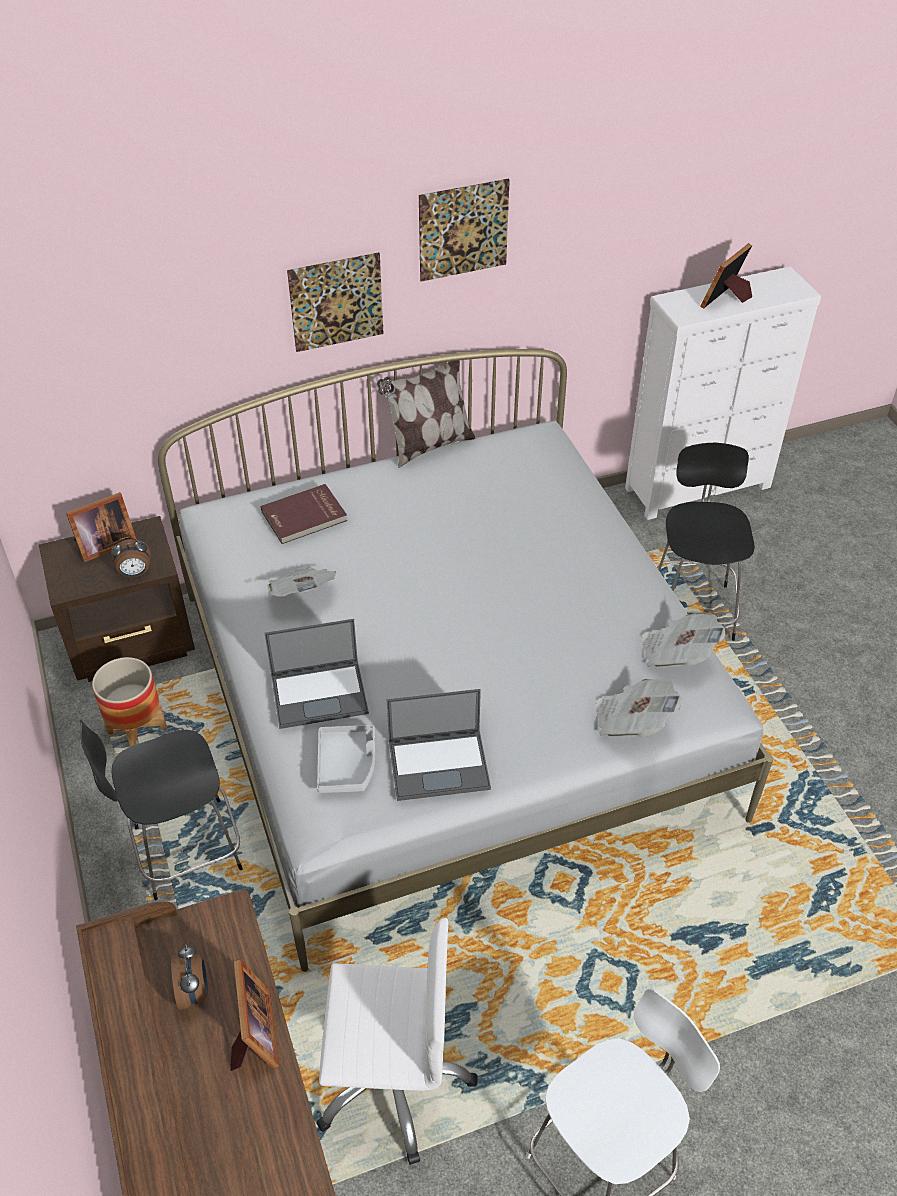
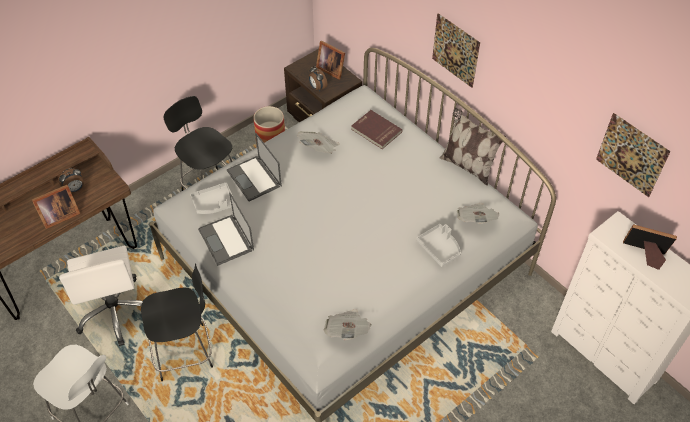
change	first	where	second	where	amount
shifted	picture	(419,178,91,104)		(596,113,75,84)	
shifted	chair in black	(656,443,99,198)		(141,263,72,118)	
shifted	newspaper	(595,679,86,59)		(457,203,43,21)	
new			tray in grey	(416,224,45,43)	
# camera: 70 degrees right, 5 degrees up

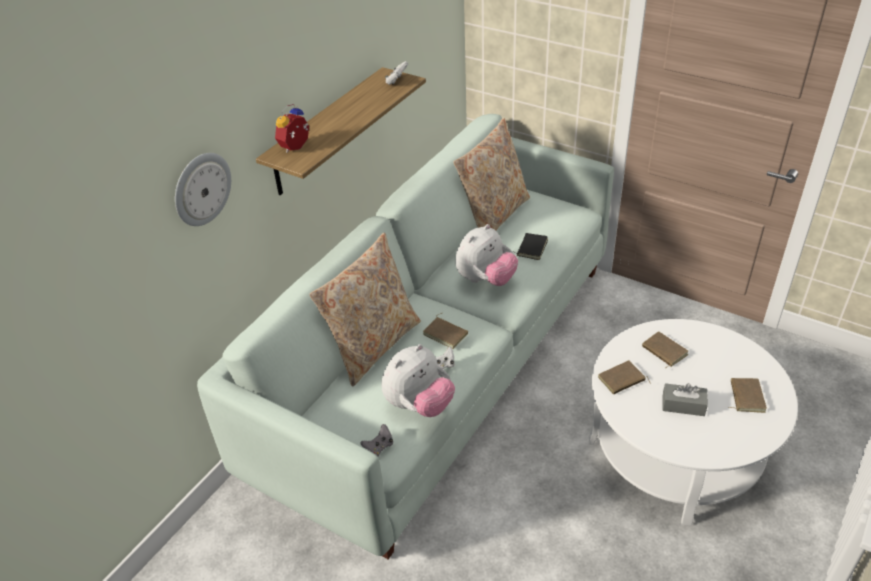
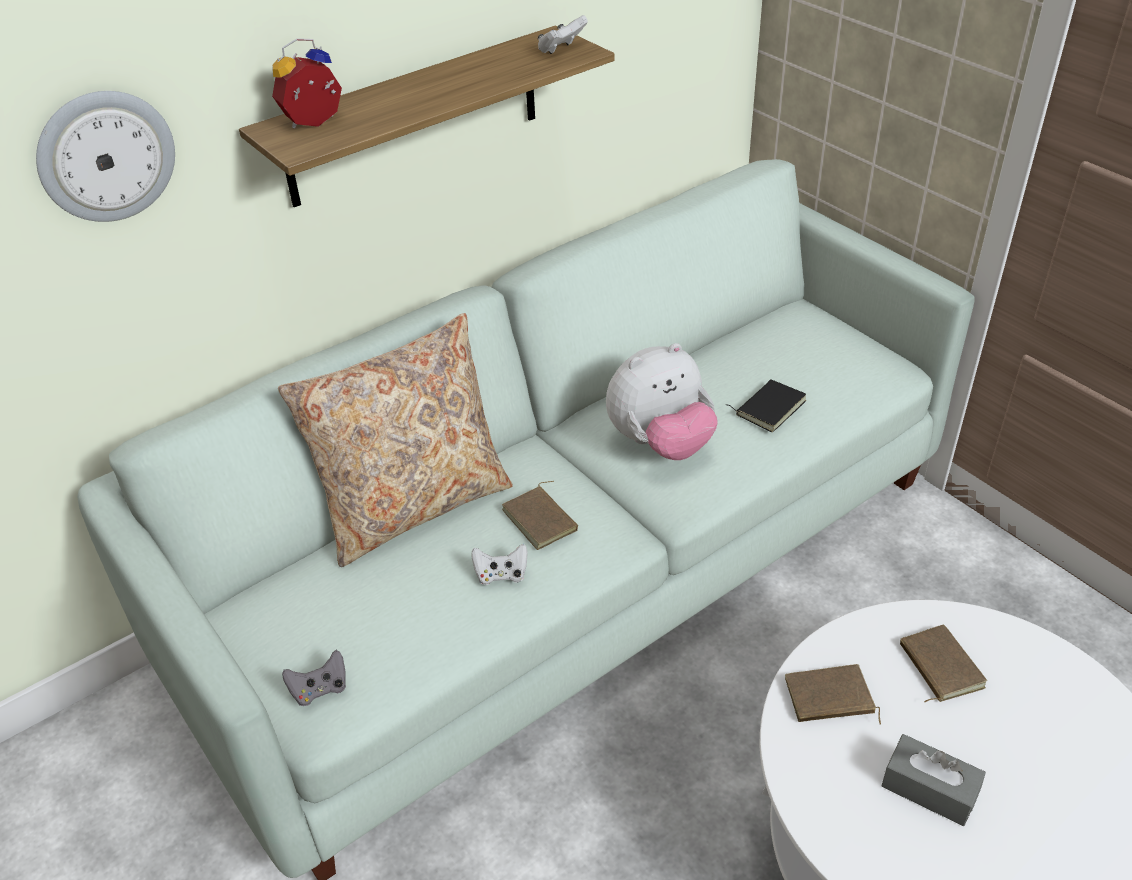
change	first	where	second	where	amount
gone	pillow in beige	(453,118,77,113)			
gone	plush toy	(381,344,74,73)			
gone	book in brown	(728,378,39,35)			
# camera: 20 degrees right, 0 degrees up

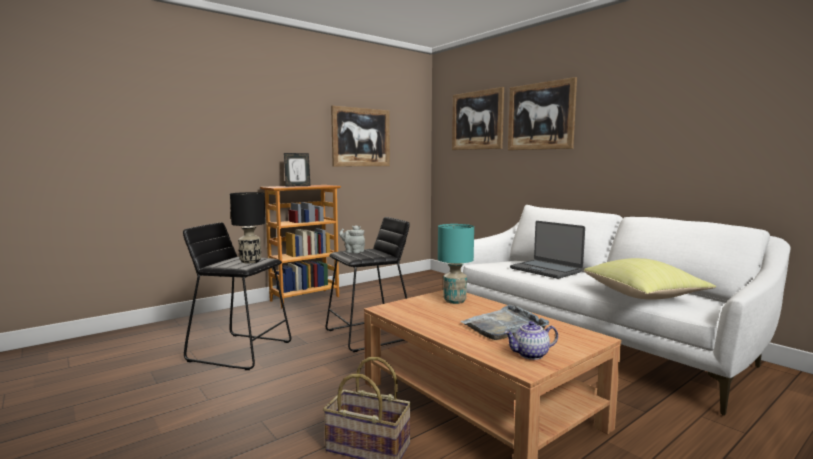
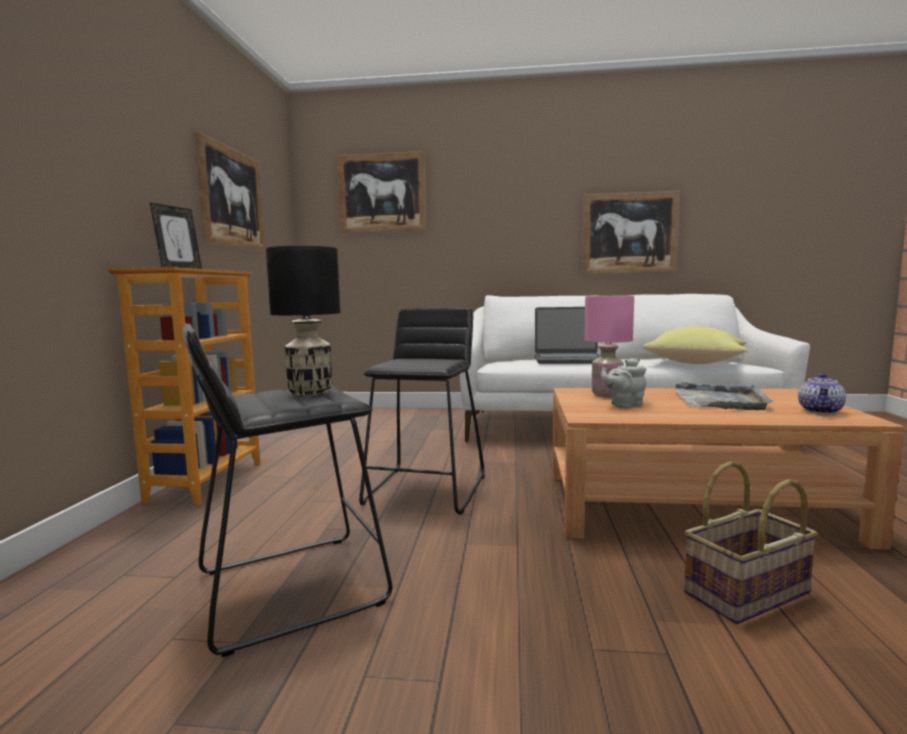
change	first	where	second	where	amount
shifted	picture	(508,77,69,73)		(582,191,98,83)	
repainted	table lamp in turquoise	(438,224,36,80)	table lamp in pink	(584,296,50,102)	
shifted	teapot in grey	(339,225,26,28)		(601,358,45,50)	
# camera: 45 degrees left, 0 degrees up

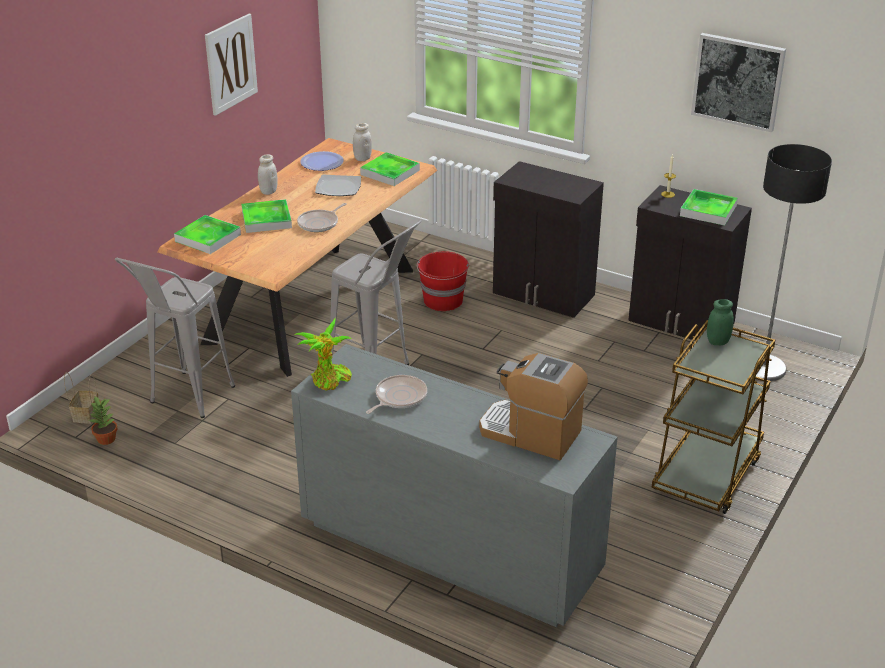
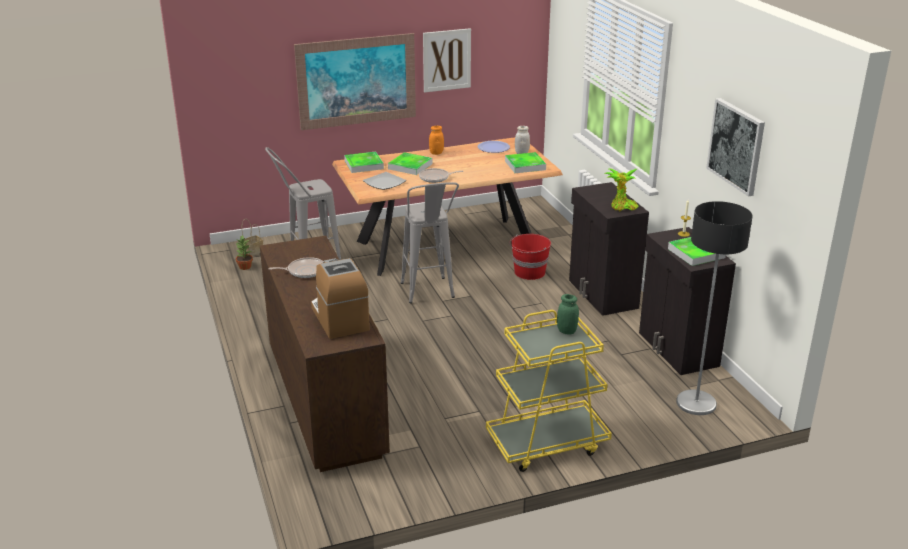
change	first	where	second	where	amount
repainted	jar in white	(258,154,20,41)	jar in orange	(429,126,15,29)	
shifted	plate	(315,174,46,22)		(363,172,43,18)	
shifted	potted plant	(294,318,58,73)		(604,168,35,43)	
repainted	cart in brown	(651,320,124,194)	cart in yellow	(486,310,126,162)	
repainted	dresser in grey	(291,344,327,283)	dresser in brown	(260,236,130,236)	
new			picture	(294,33,122,97)	
# camera: 40 degrees right, 5 degrees down

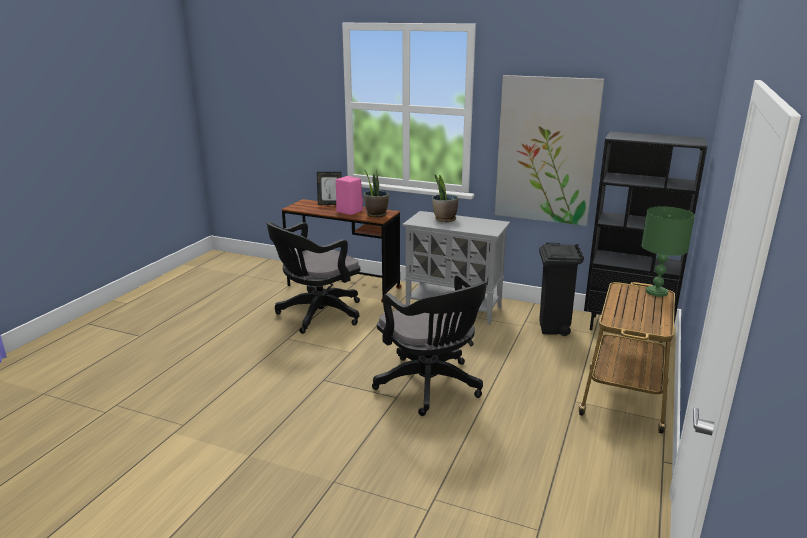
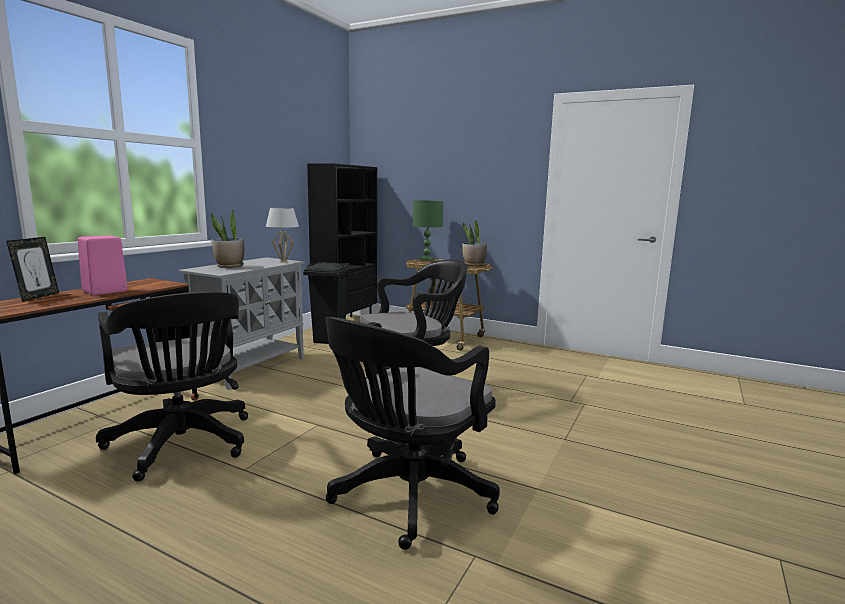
change	first	where	second	where	amount
gone	picture	(495,75,109,151)			
shifted	potted plant	(364,170,25,48)		(462,220,25,46)	
new			table lamp in white	(266,208,33,54)	
new			office chair in black	(326,317,174,233)	
# camera: 85 degrees left, 10 degrees down

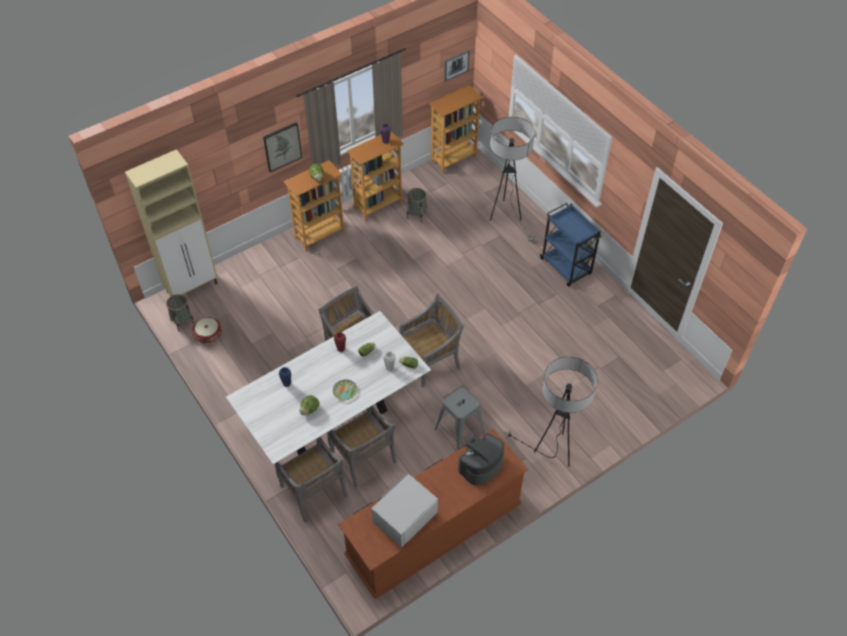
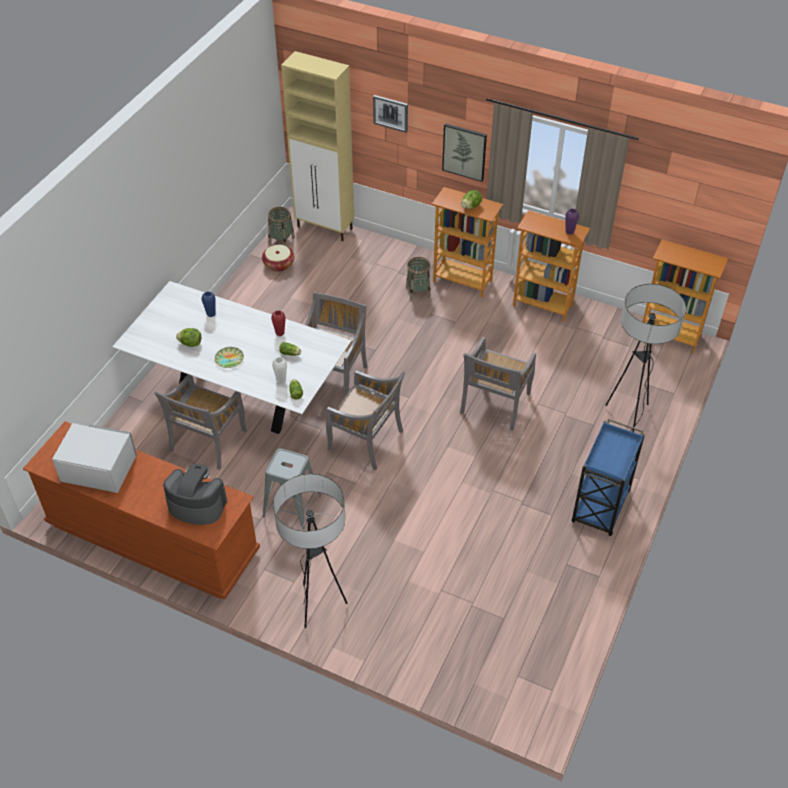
change	first	where	second	where	amount
shifted	picture	(444,50,26,32)		(373,95,35,38)	
shifted	basket	(407,188,20,35)		(406,257,25,43)	
shifted	chair in grey	(275,437,73,86)		(460,337,76,94)	
# camera: 60 degrees right, 5 degrees down

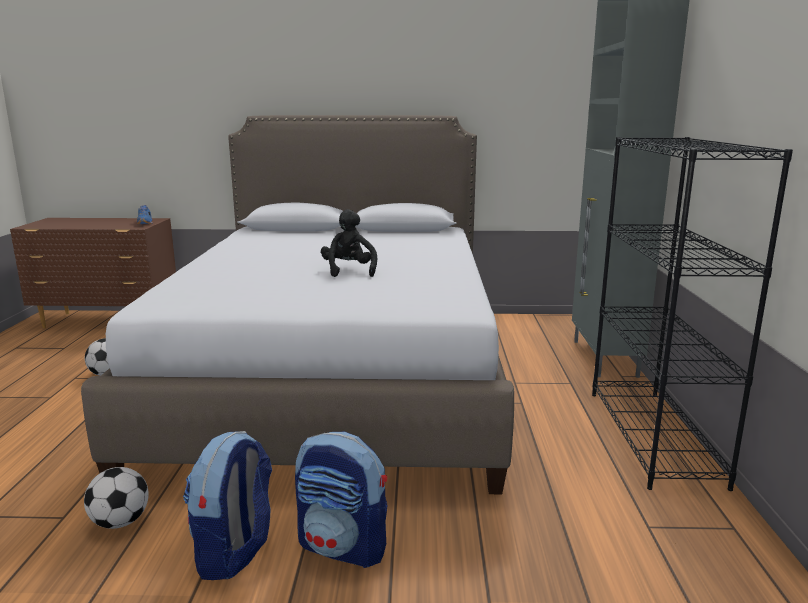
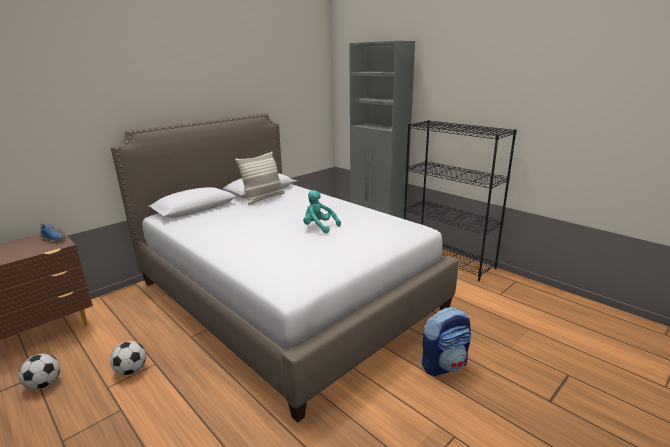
change	first	where	second	where	amount
repainted	plush toy in black	(321,209,56,68)	plush toy in turquoise	(303,190,38,43)	
gone	backpack	(183,431,89,149)			
shifted	football	(84,467,65,62)		(19,354,41,35)	
new			pillow	(235,152,50,54)	
# camera: 45 degrees left, 5 degrees up

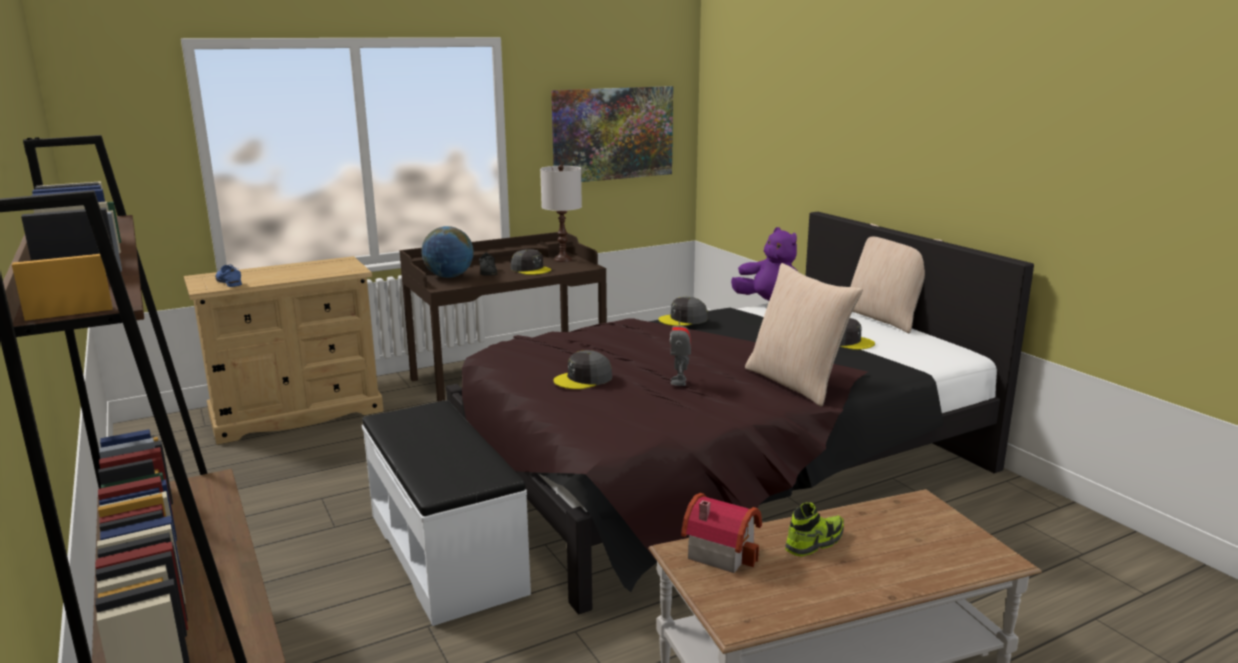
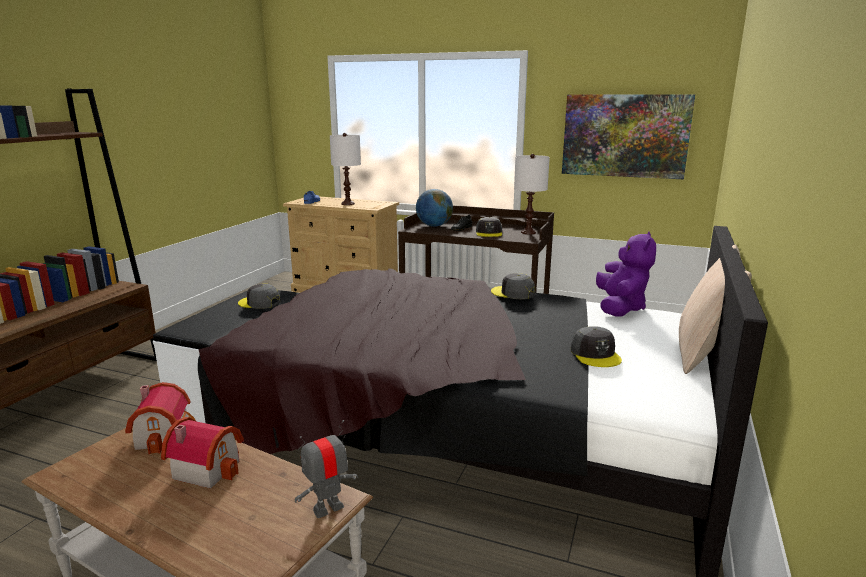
change	first	where	second	where	amount
gone	pillow in beige	(745,263,118,144)			
shifted	toy robot	(670,311,21,75)		(294,420,64,98)	
shifted	cap in grey	(553,350,59,39)		(238,284,43,25)	
swapped	shoe	(785,503,59,54)	toy house	(161,417,83,72)	
new			table lamp in white	(330,133,31,72)	
# camera: 50 degrees right, 0 degrees up

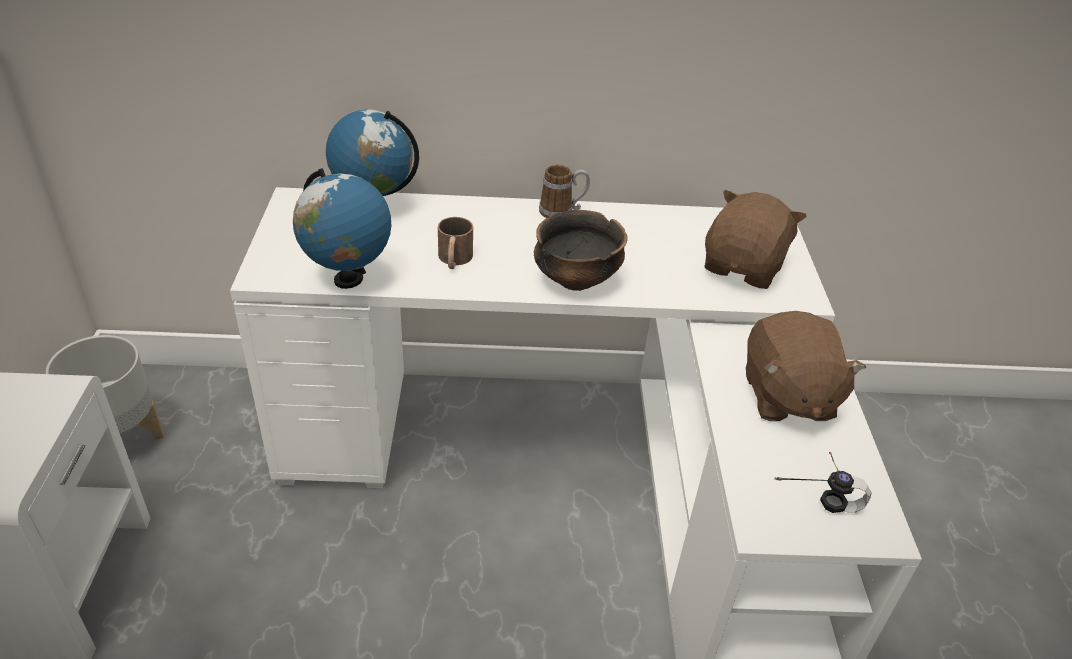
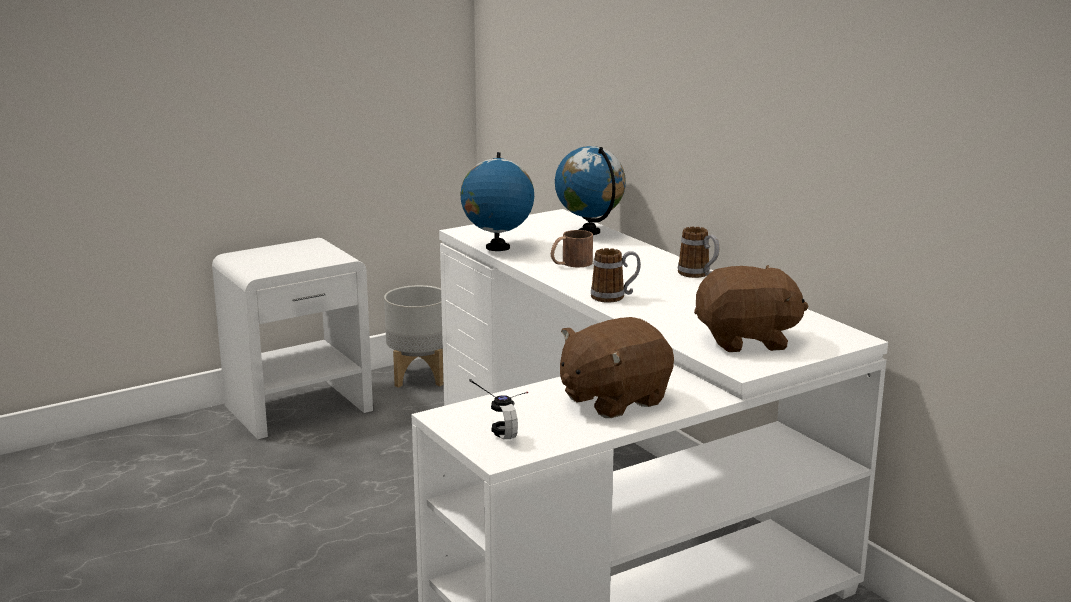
change	first	where	second	where	amount
swapped	bowl	(534,210,94,81)	mug	(591,248,50,55)	
# camera: 60 degrees right, 20 degrees down

